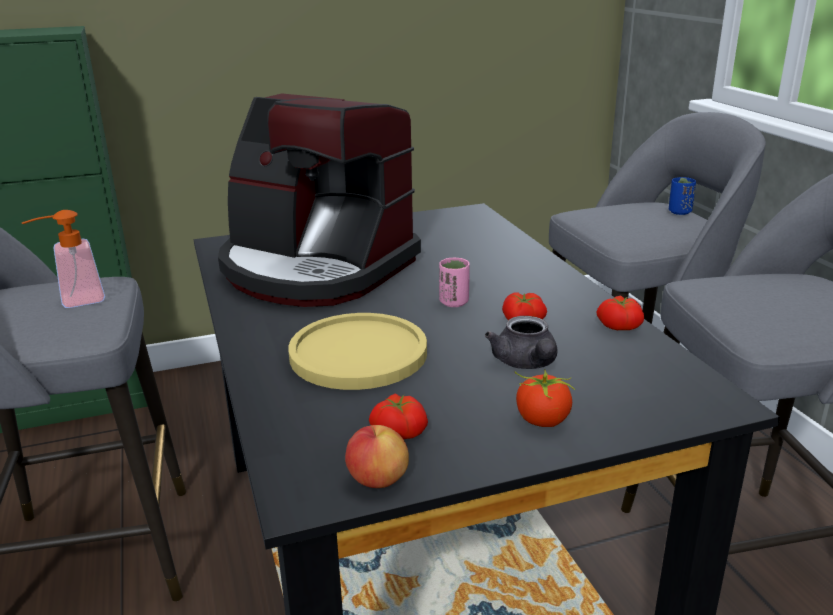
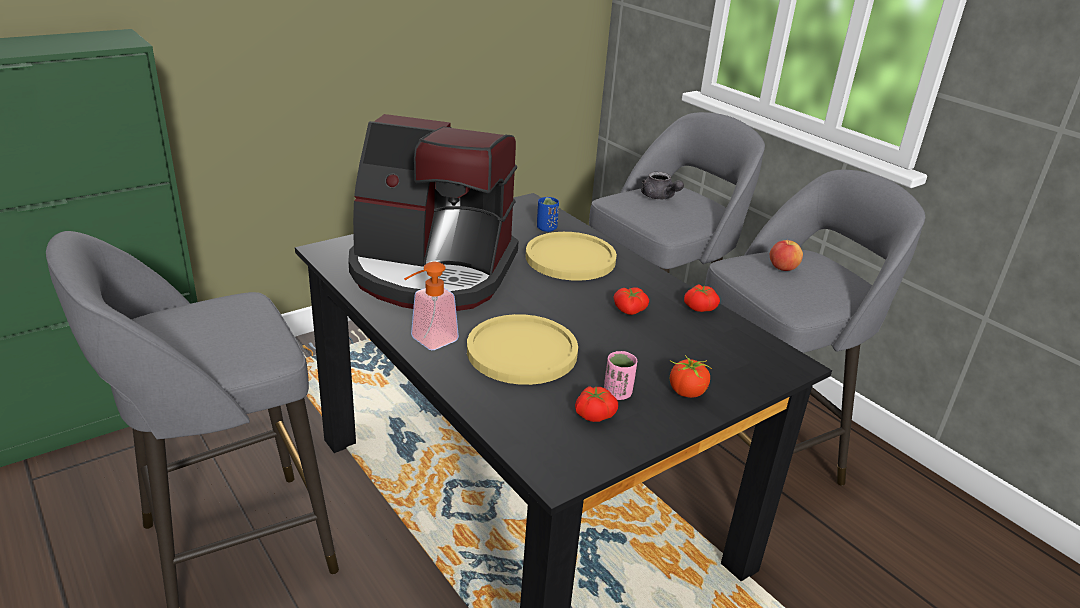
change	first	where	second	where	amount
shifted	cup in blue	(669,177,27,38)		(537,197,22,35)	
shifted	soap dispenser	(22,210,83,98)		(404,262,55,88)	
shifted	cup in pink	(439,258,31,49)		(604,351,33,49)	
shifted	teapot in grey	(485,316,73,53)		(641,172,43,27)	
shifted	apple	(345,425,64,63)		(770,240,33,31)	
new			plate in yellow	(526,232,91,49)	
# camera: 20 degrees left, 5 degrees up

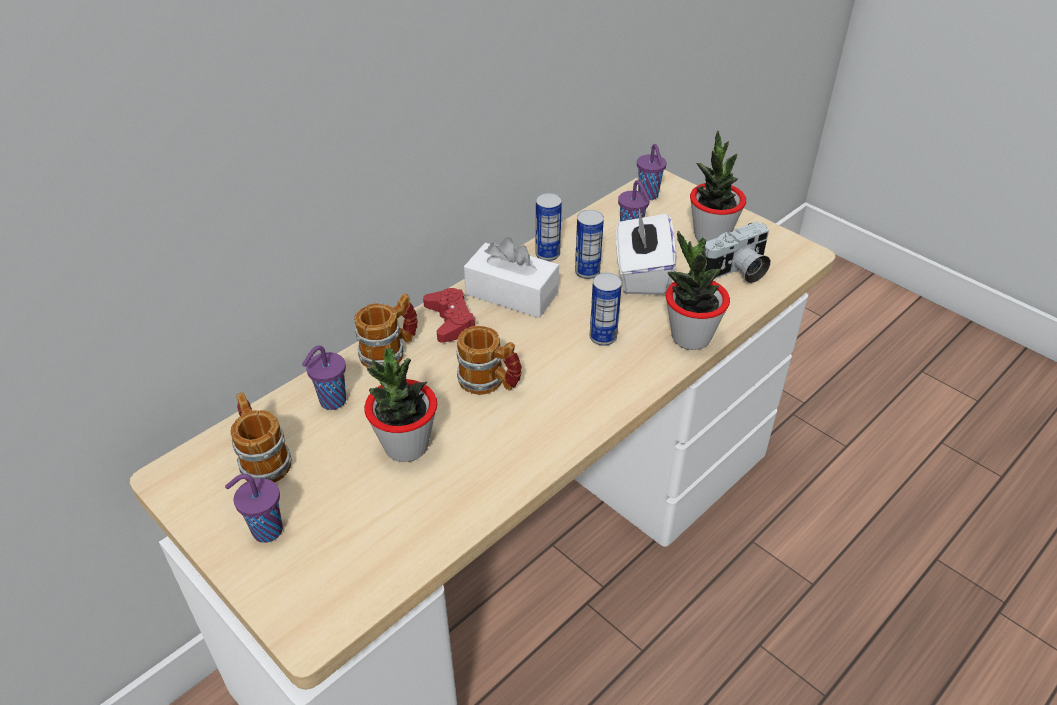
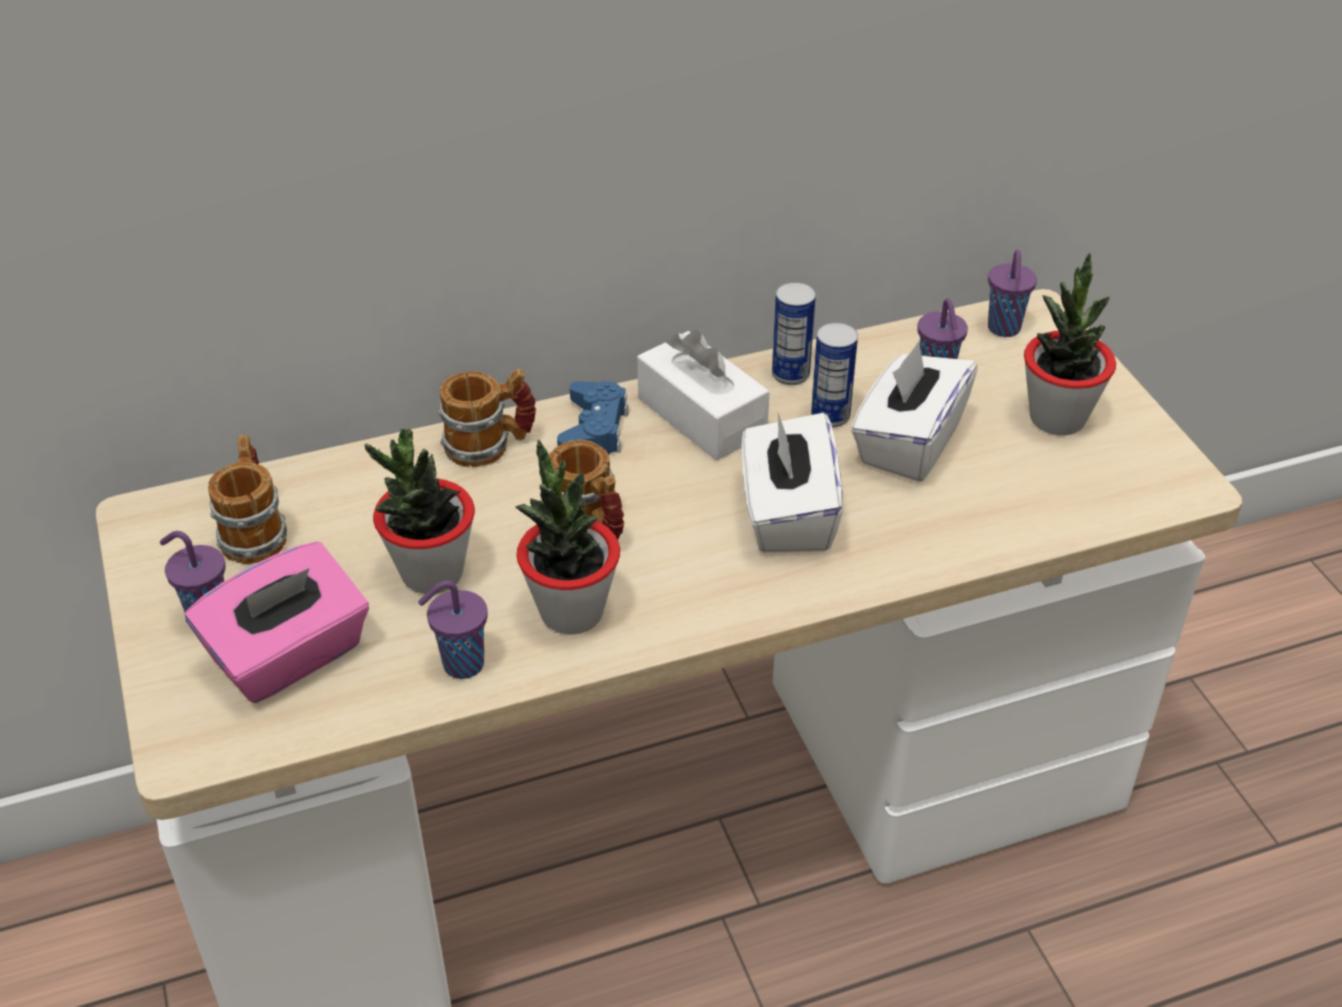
change	first	where	second	where	amount
gone	photo camera	(705,221,66,62)			
shifted	potted plant	(666,231,64,119)		(515,440,105,195)	
swapped	can	(589,273,33,73)	tissue box in white	(742,413,101,140)	
repainted	game controller in red	(423,288,53,55)	game controller in blue	(557,381,72,74)	
shifted	cup in purple	(302,345,44,65)		(418,581,70,98)	
new			tissue box in pink	(185,542,184,161)	
# camera: 25 degrees right, 0 degrees up

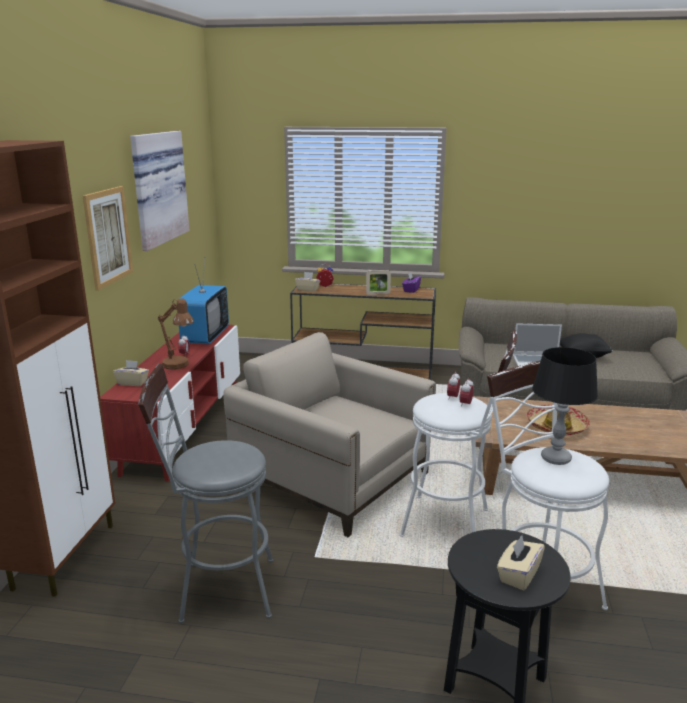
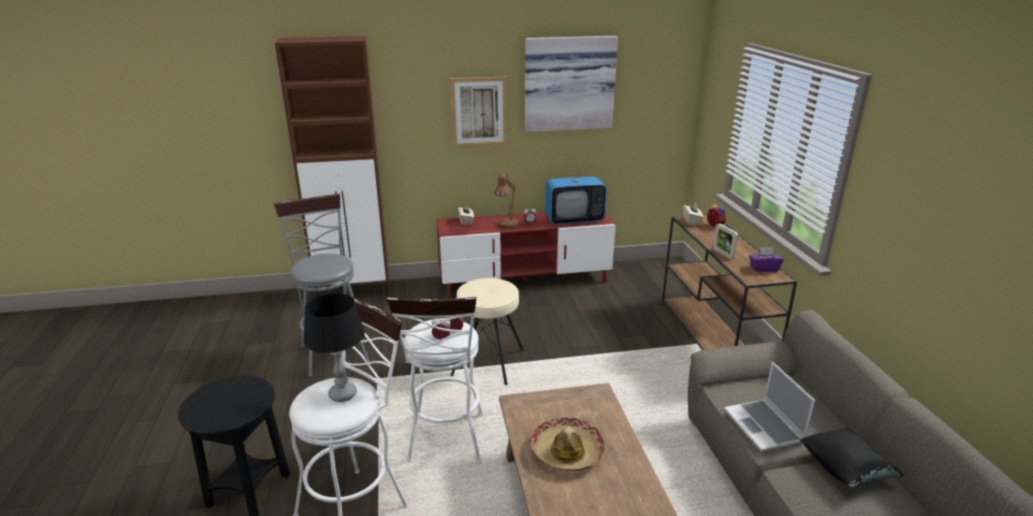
change	first	where	second	where	amount
swapped	armchair in beige	(223,332,213,205)	stool in beige	(451,278,73,107)	
gone	tissue box in beige	(497,535,48,55)			
# camera: 70 degrees right, 5 degrees up

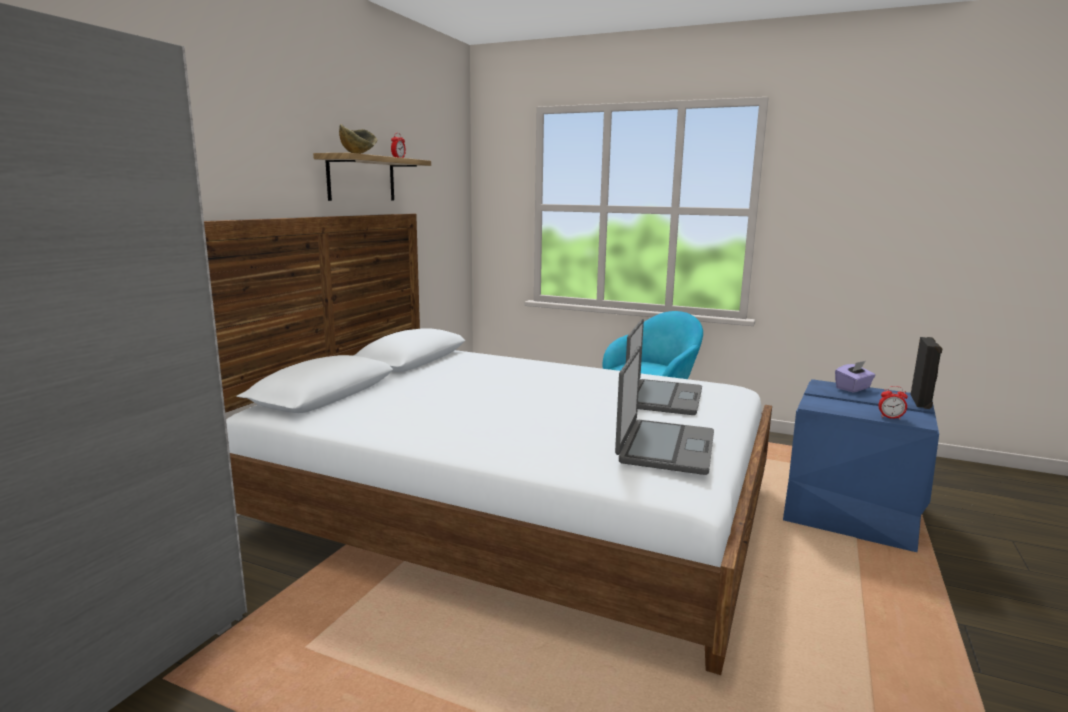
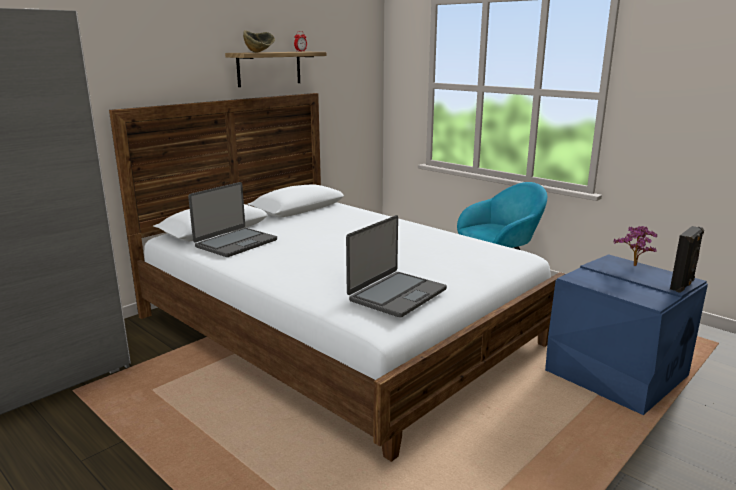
change	first	where	second	where	amount
shifted	laptop	(626,319,76,96)		(188,182,89,75)	
swapped	tissue box in purple	(835,361,41,31)	potted plant	(614,226,43,40)	
gone	alarm clock	(878,386,30,33)			
# camera: 20 degrees right, 5 degrees up

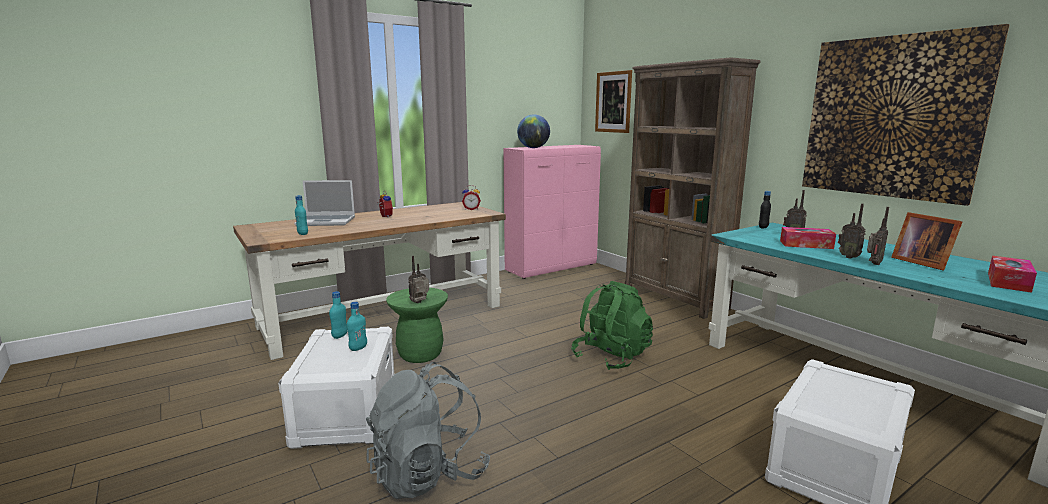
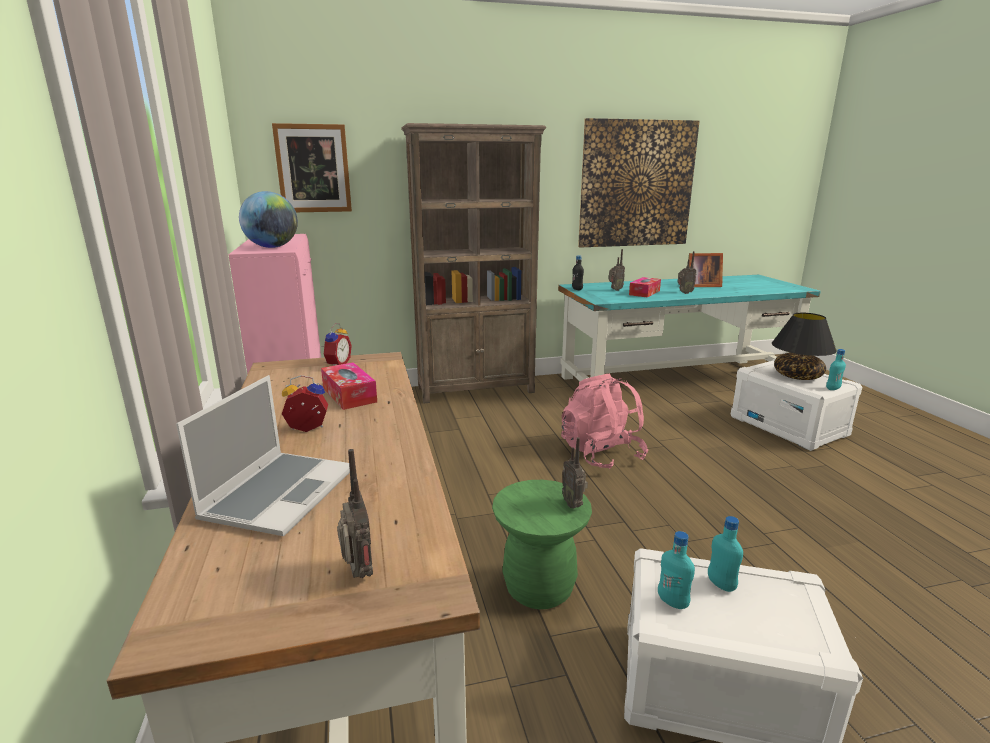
change	first	where	second	where	amount
shifted	bottle in turquoise	(295,195,13,40)		(826,349,20,41)	
shifted	radio	(867,207,22,58)		(337,449,36,129)	
shifted	tissue box	(988,256,49,37)		(321,362,56,48)	
repainted	backpack in green	(571,281,82,89)	backpack in pink	(561,374,87,95)	
gone	backpack in grey	(366,362,125,137)			
new			table lamp in black	(772,313,65,67)	
# camera: 70 degrees left, 5 degrees up

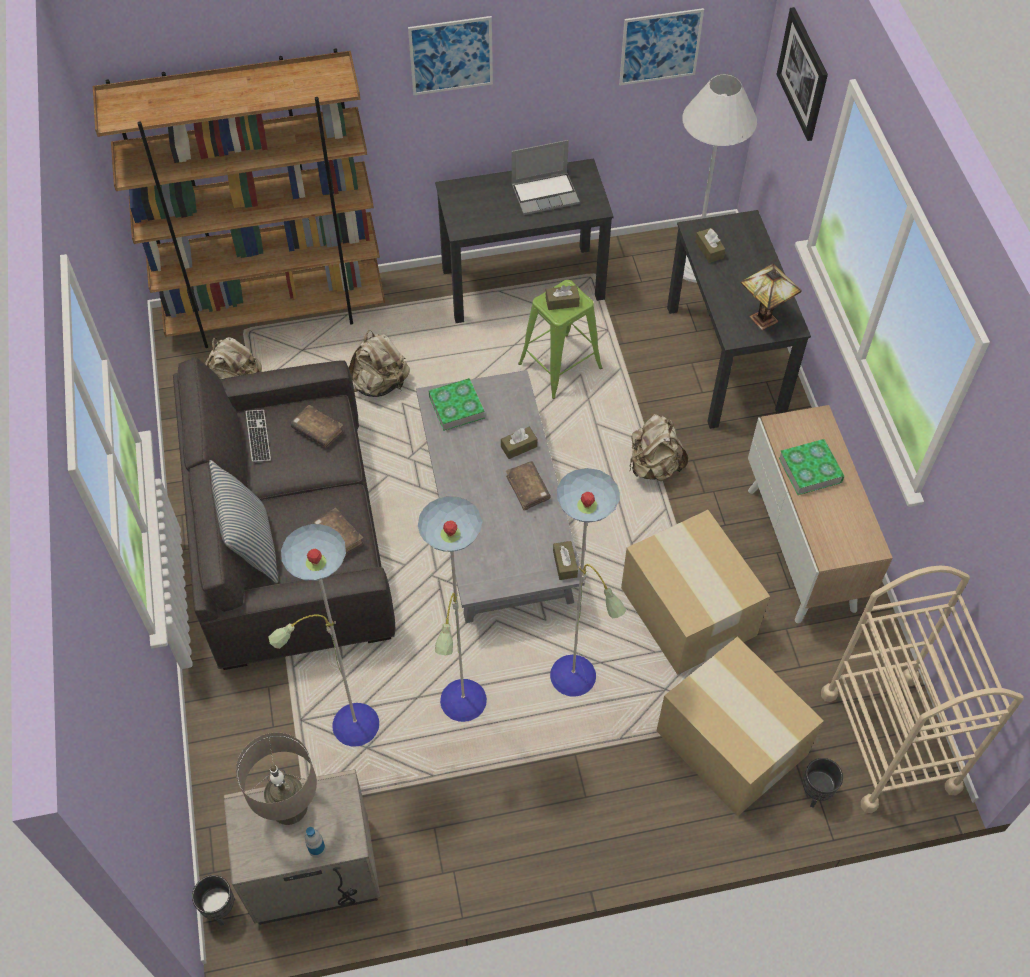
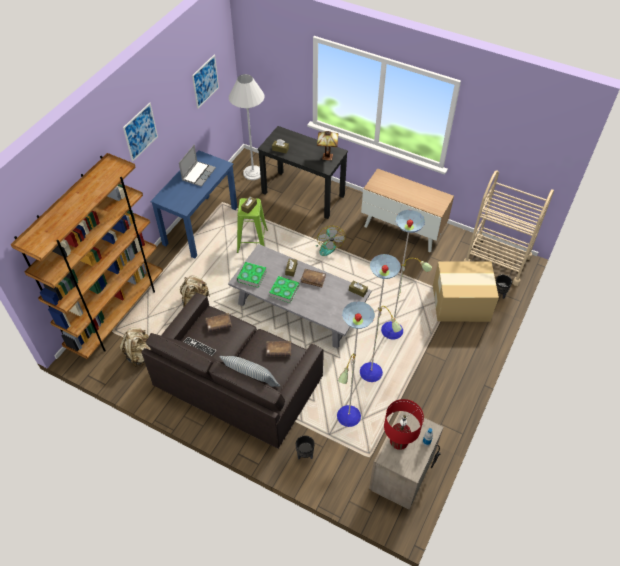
change	first	where	second	where	amount
gone	picture	(776,7,52,134)			
repainted	desk in black	(435,159,179,164)	desk in blue	(150,150,87,109)	
swapped	backpack in beige	(629,414,59,67)	fan	(315,226,30,30)	
shifted	book	(779,439,66,56)		(269,276,30,27)	
gone	cardboard box	(621,510,149,165)			
repainted	table lamp in beige	(236,733,81,92)	table lamp in red	(384,399,40,51)	
shifted	planter in black	(192,875,43,51)		(296,435,19,24)	
# camera: 50 degrees left, 5 degrees down

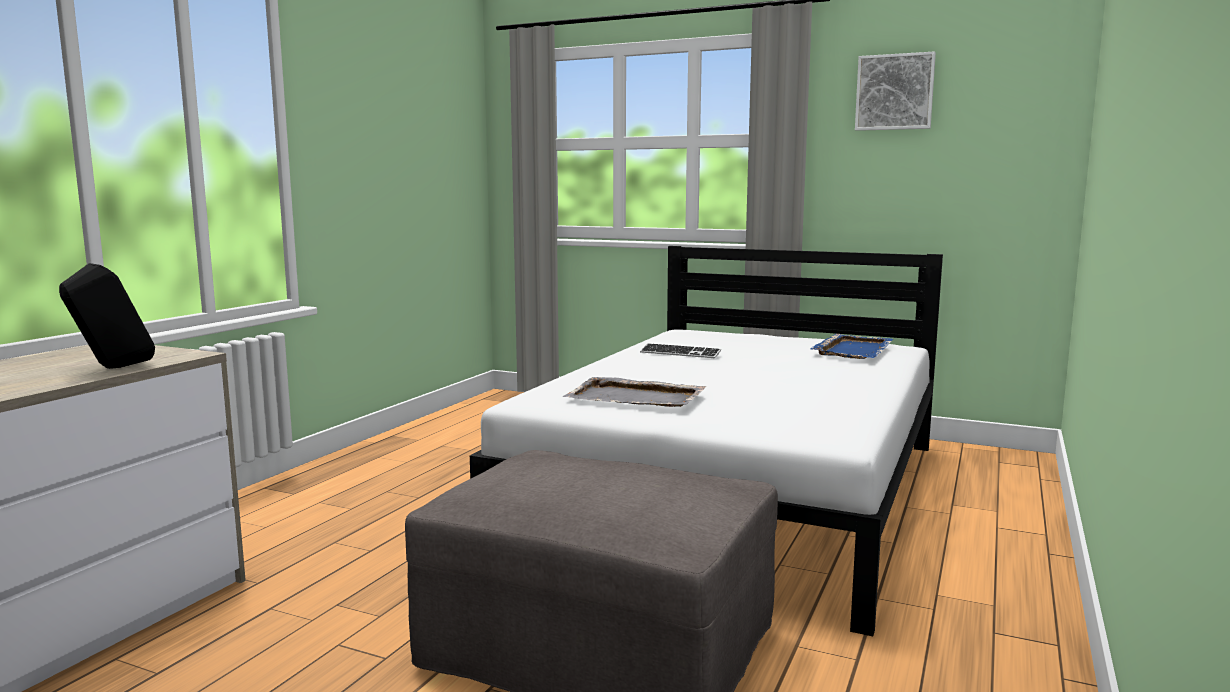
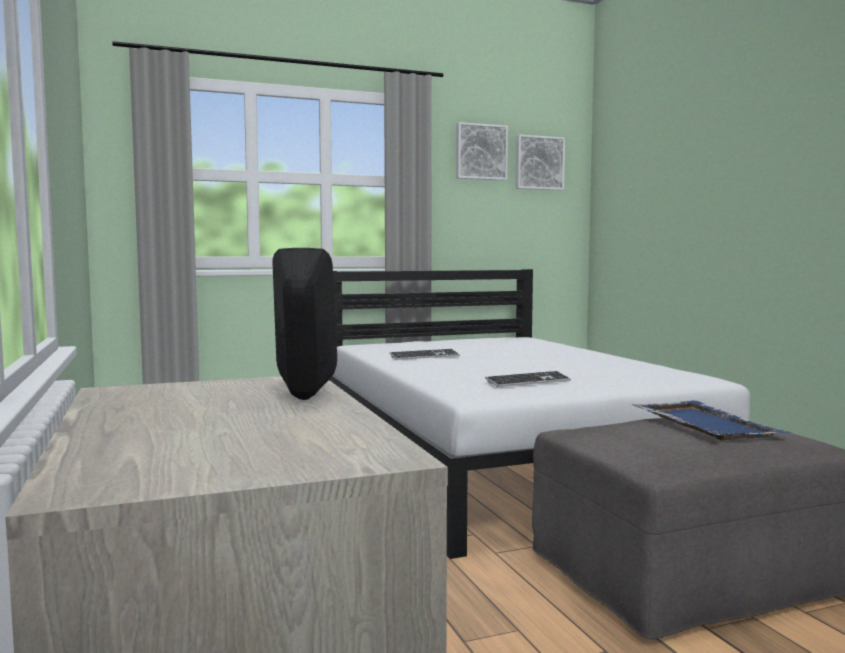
change	first	where	second	where	amount
shifted	tray in blue	(811,334,82,25)		(631,400,161,41)	
swapped	tray in grey	(563,377,143,30)	keyboard	(485,371,86,16)	
new			picture	(516,135,49,55)	
# camera: 45 degrees left, 5 degrees down

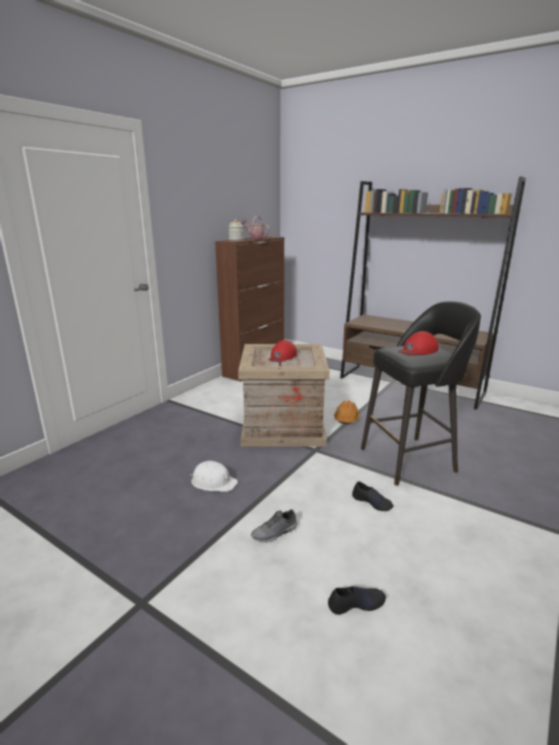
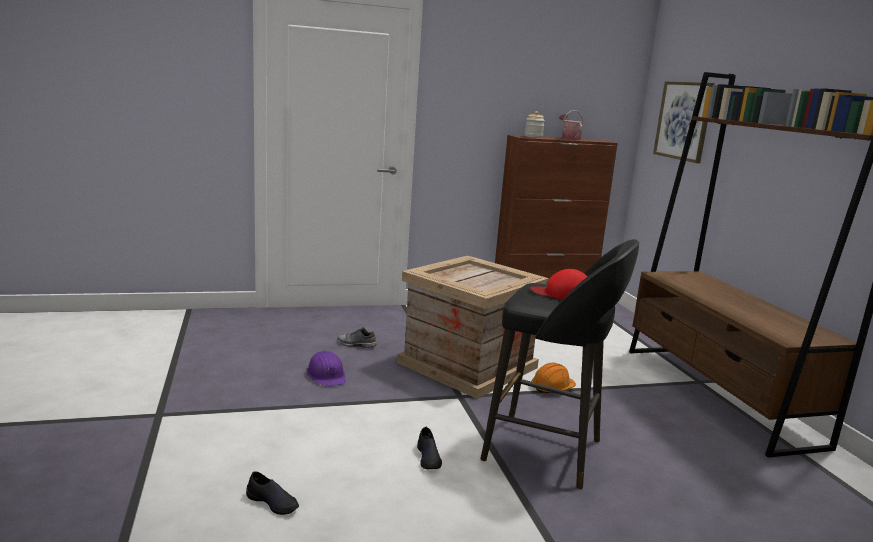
change	first	where	second	where	amount
gone	cap in red	(268,340,29,22)			
repainted	hard hat in white	(190,461,48,31)	hard hat in purple	(306,351,40,35)	
shifted	shoe in grey	(251,509,46,33)		(337,327,40,21)	
new			picture	(653,81,62,82)	
# camera: 40 degrees right, 5 degrees down

